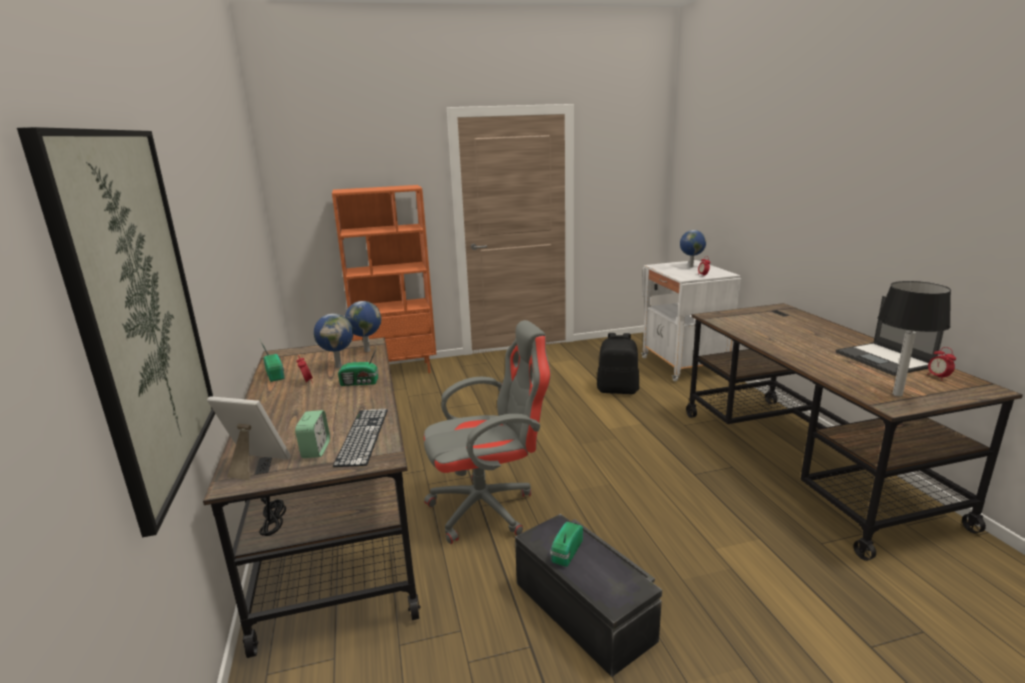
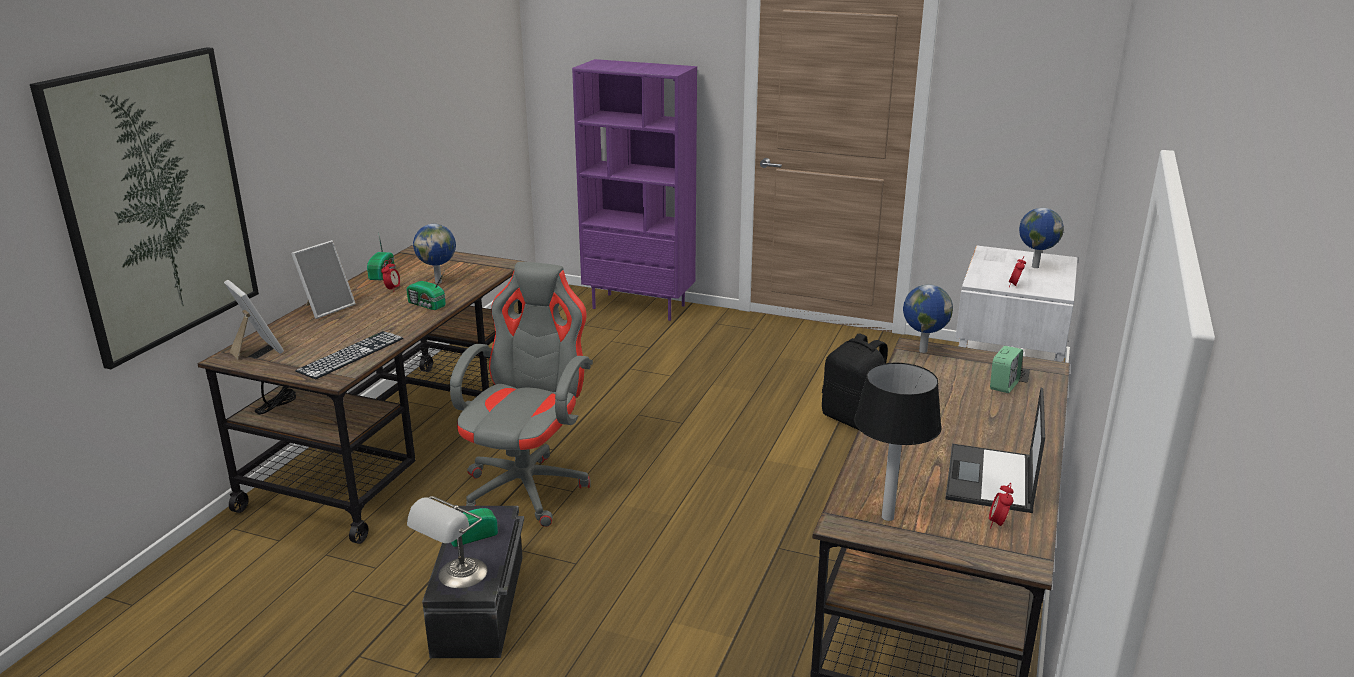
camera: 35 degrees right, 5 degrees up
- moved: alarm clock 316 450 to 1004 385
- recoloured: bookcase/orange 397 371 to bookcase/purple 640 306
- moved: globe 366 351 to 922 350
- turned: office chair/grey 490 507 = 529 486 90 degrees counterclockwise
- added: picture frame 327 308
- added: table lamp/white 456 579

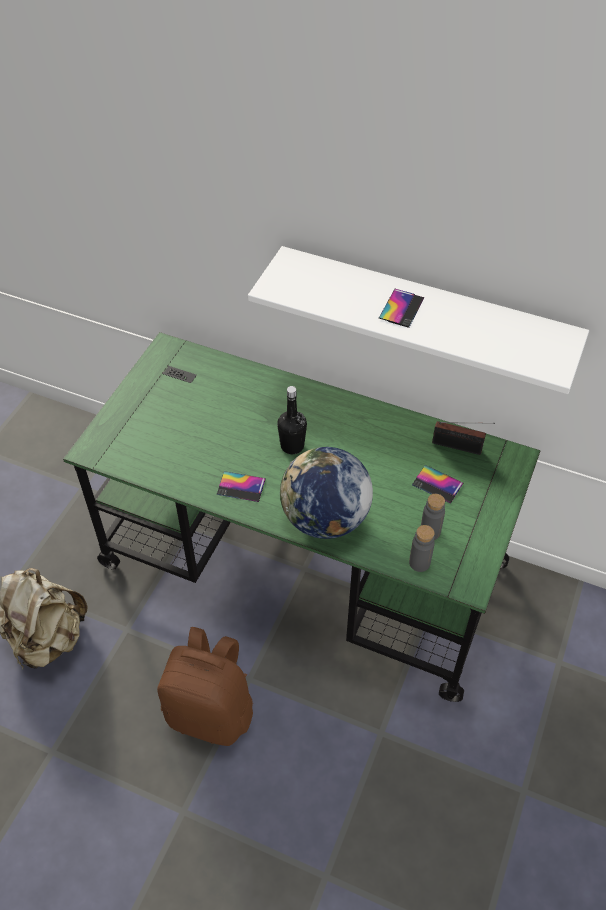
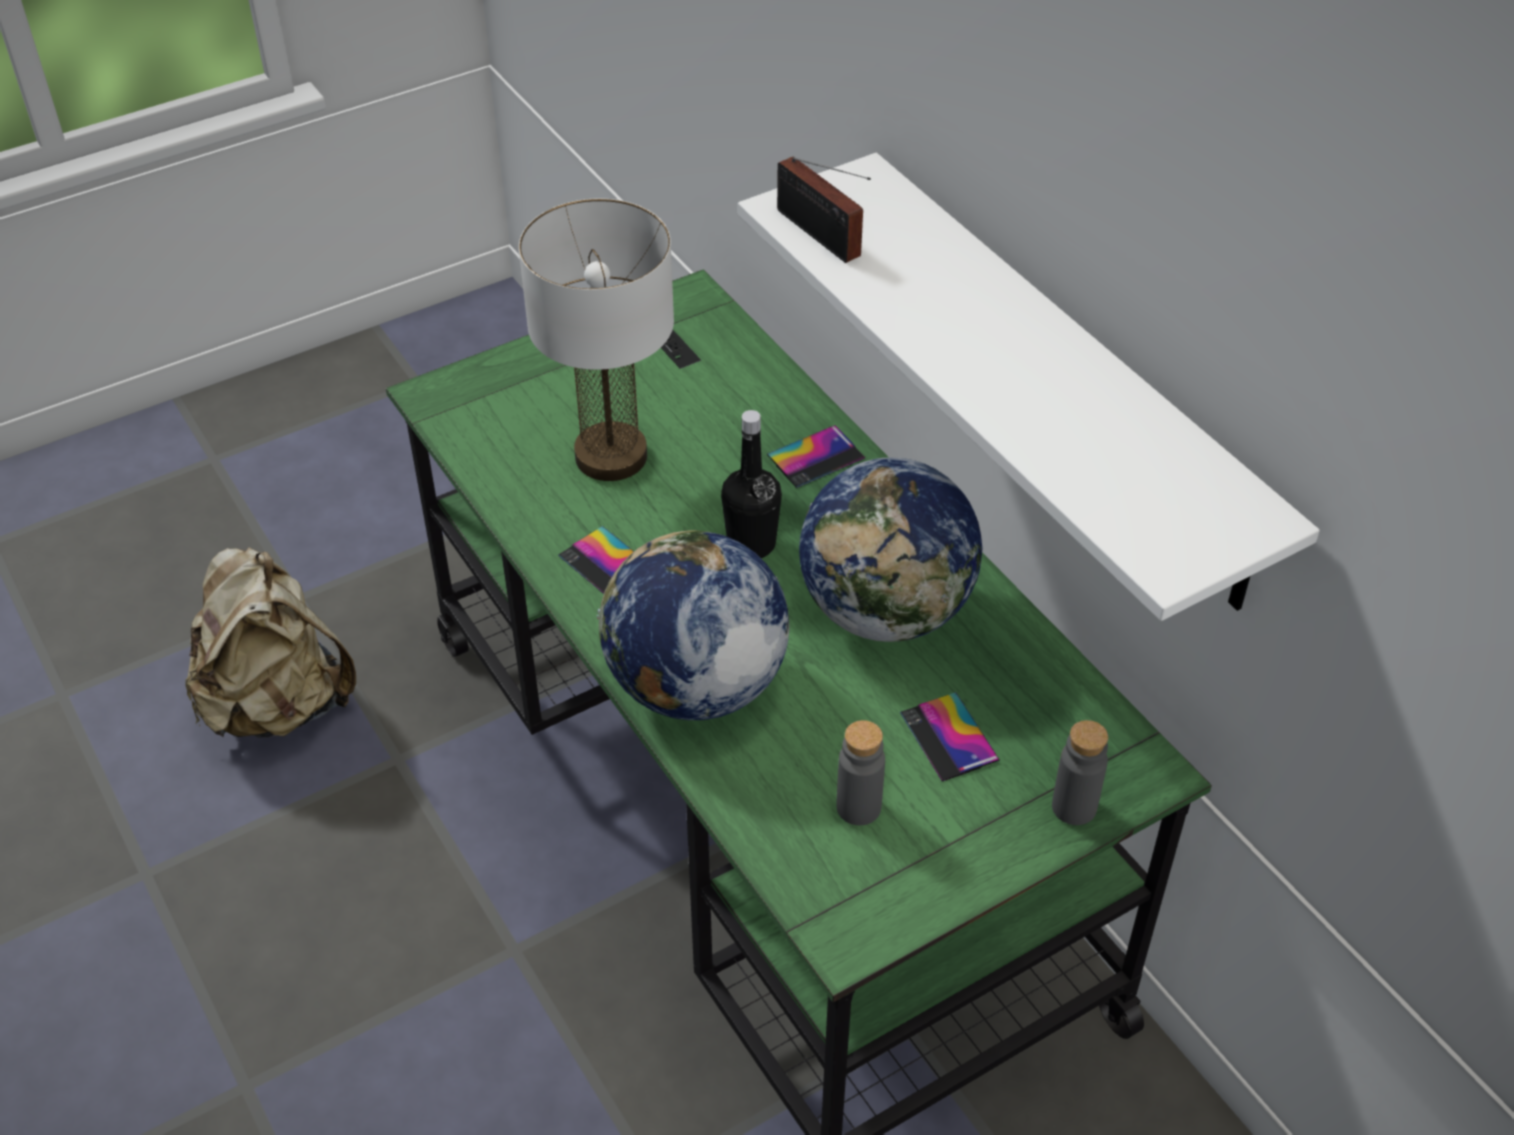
camera: 35 degrees right, 5 degrees down
- removed: backpack/brown 212 712
- moved: phone 401 308 to 815 457
- moved: bottle/grey 419 563 to 1074 807
- moved: radio 459 447 to 821 237
- added: table lamp 612 456
- added: globe 887 611

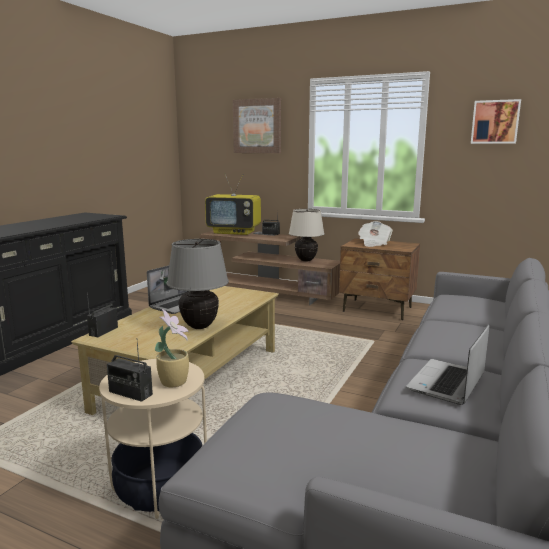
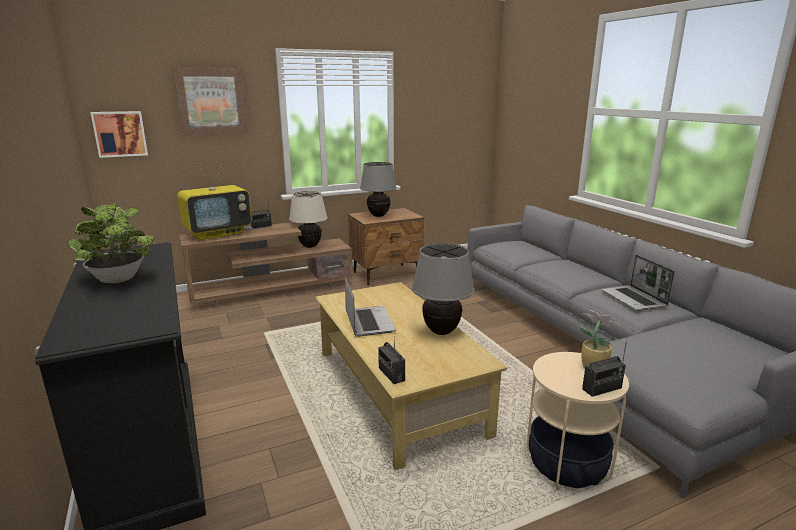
camera: 50 degrees left, 5 degrees up
- replaced: newspaper 374 243 to table lamp/grey 379 215
- moved: picture 495 122 to 120 134
- added: potted plant 119 280

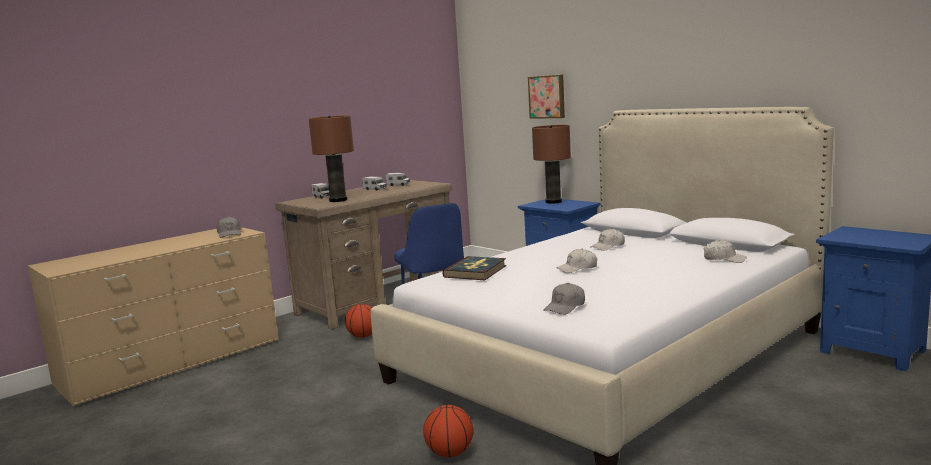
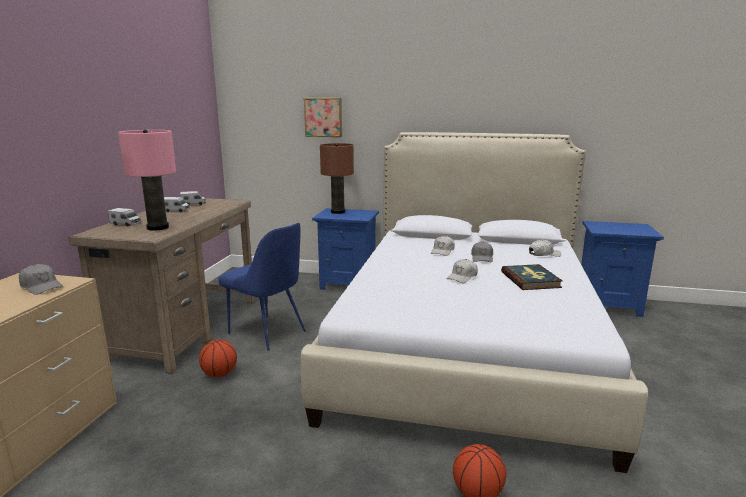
camera: 35 degrees left, 5 degrees up
- recoloured: table lamp/brown 338 200 to table lamp/pink 157 227
- moved: book 475 271 to 530 280
- moved: cap/grey 565 307 to 482 258

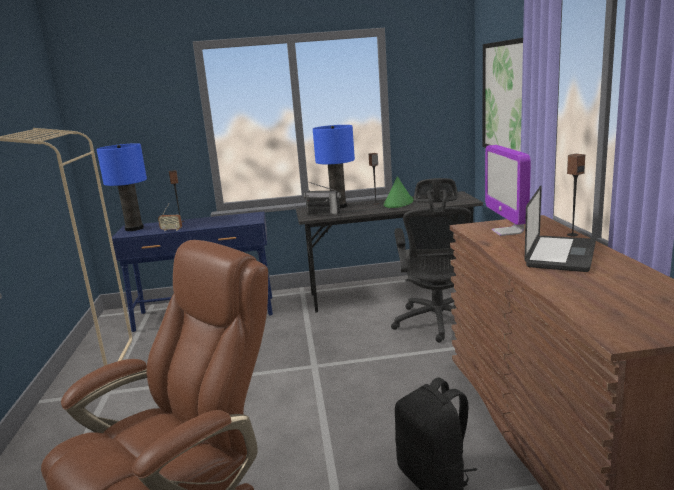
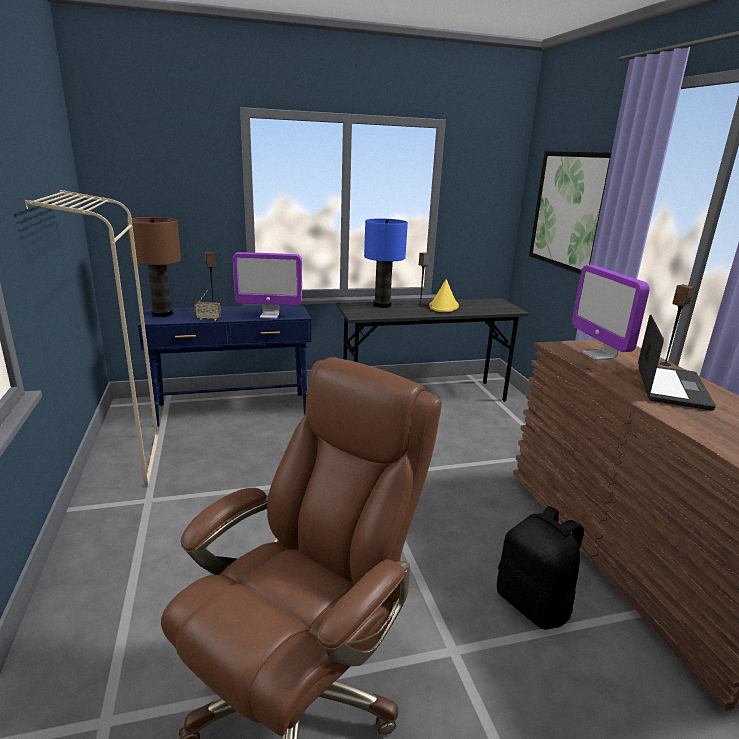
camera: 10 degrees left, 5 degrees up
- recoloured: table lamp/blue 134 228 to table lamp/brown 162 314
- removed: radio 323 213
- recoloured: hat/green 398 203 to hat/yellow 443 306
- removed: office chair 436 324
- added: monitor 269 316

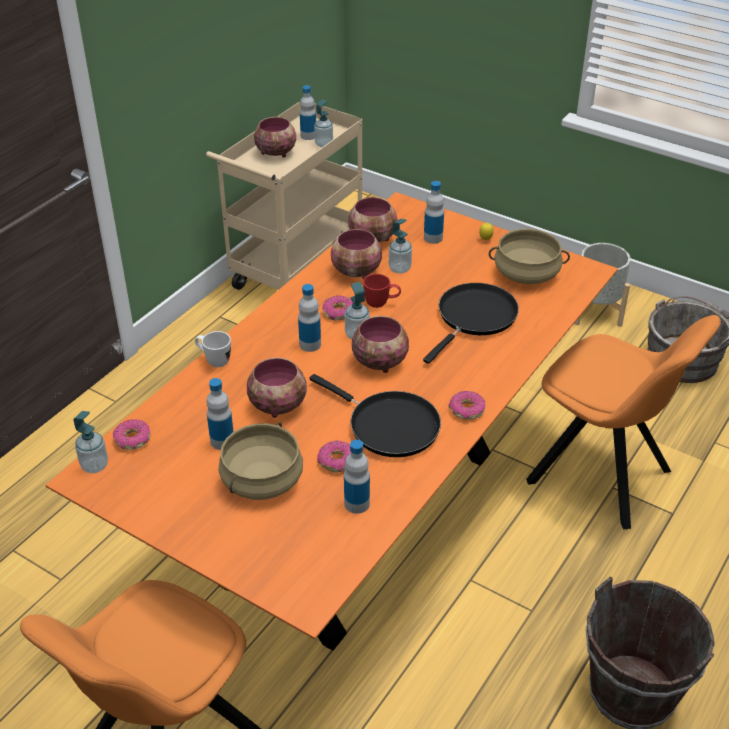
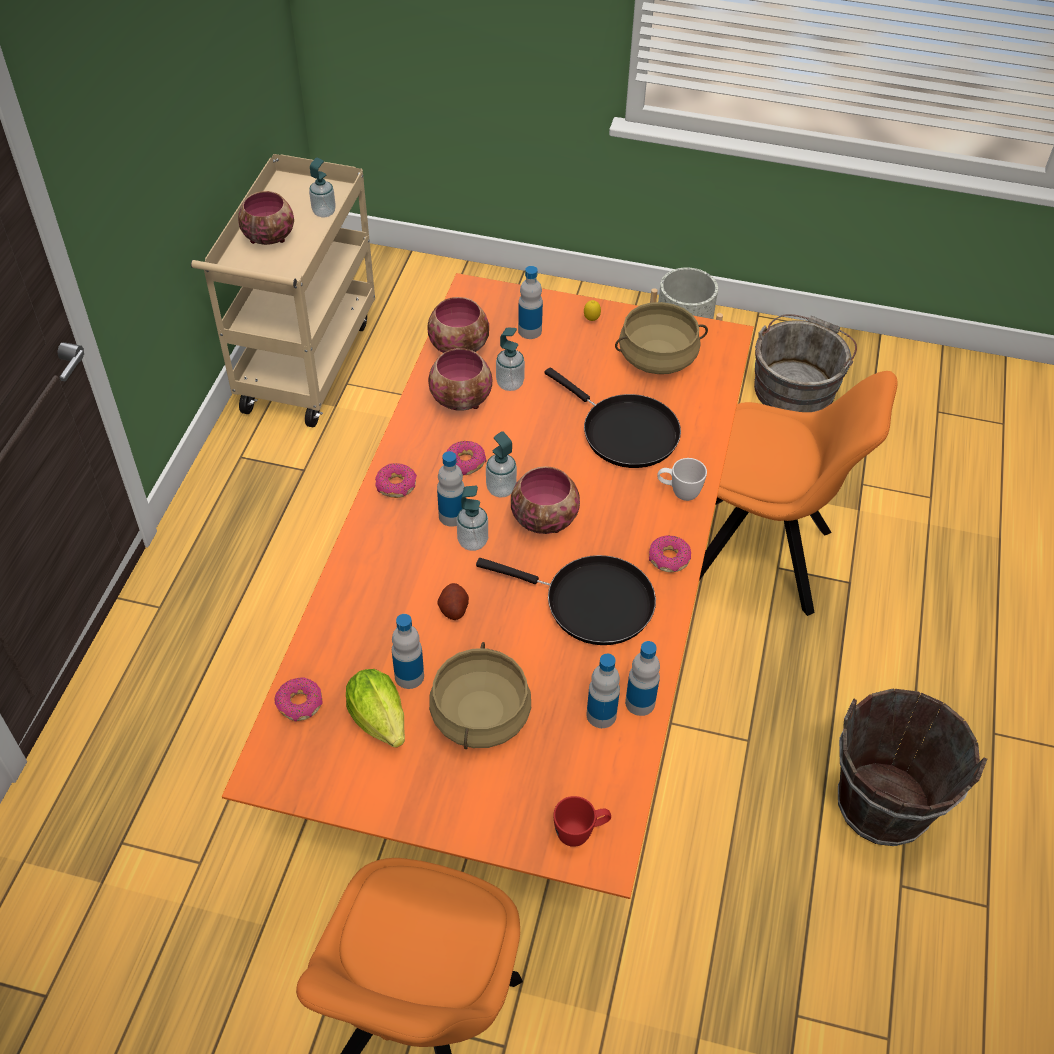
camera: 20 degrees left, 10 degrees up
- moved: soap dispenser 94 466 to 472 541
- moved: mug/white 214 360 to 679 492
- replaced: bowl 279 405 to potato 453 609
- moved: bottle 308 136 to 640 702
- moved: donut 337 461 to 396 486
- moved: mug/red 381 304 to 581 833
- turned: frying pan/black 474 318 = 624 432 120 degrees clockwise
- added: lettuce 381 724

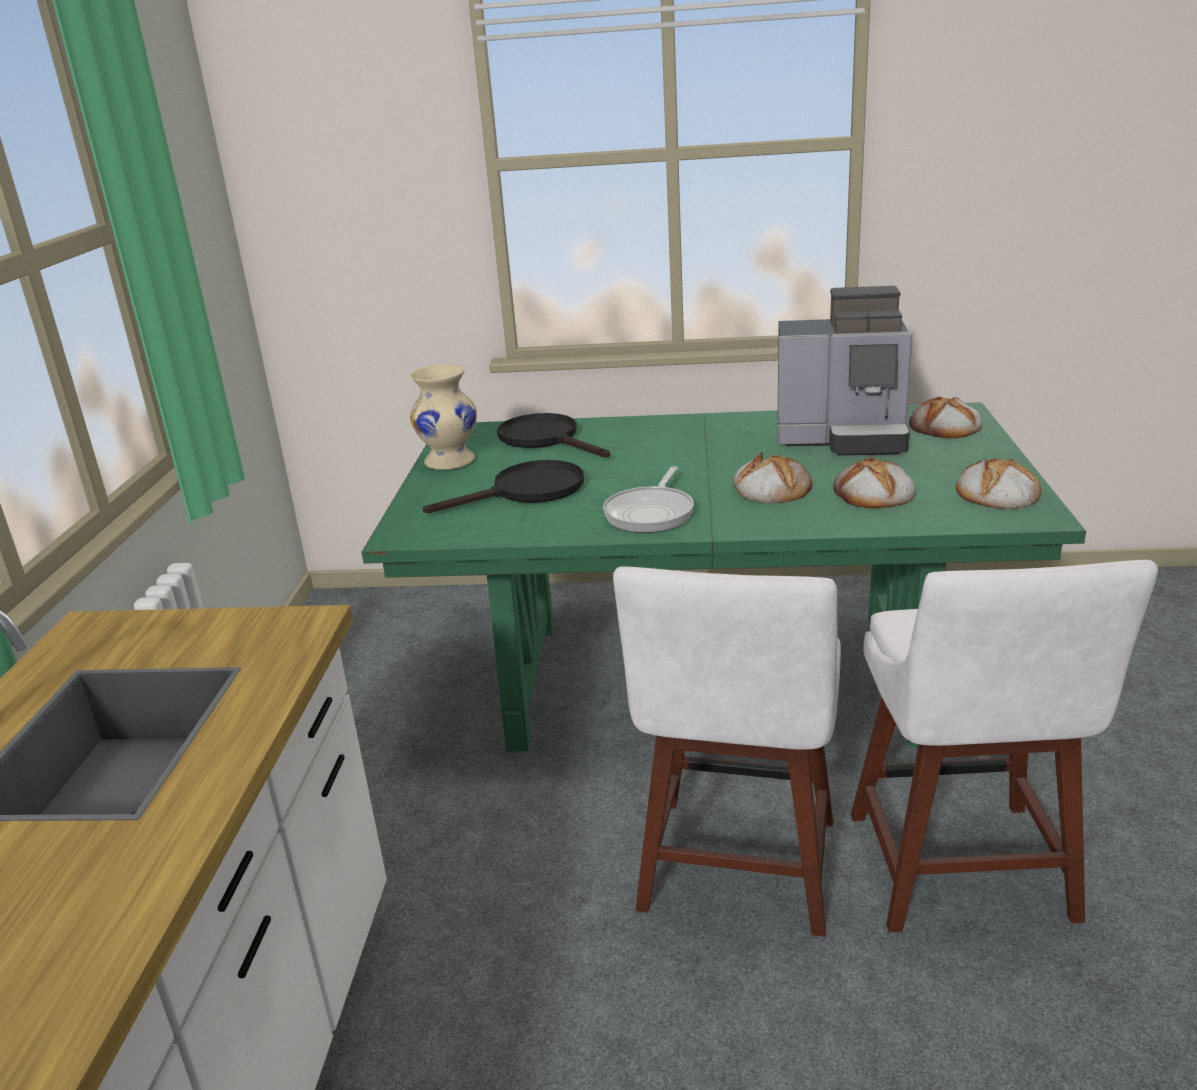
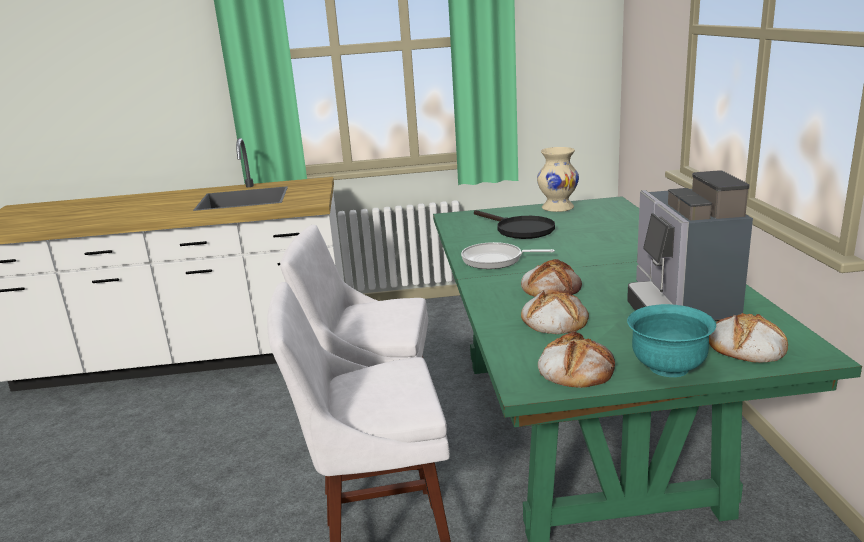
camera: 80 degrees right, 5 degrees down
- removed: frying pan/black 546 439
- added: bowl/turquoise 668 367

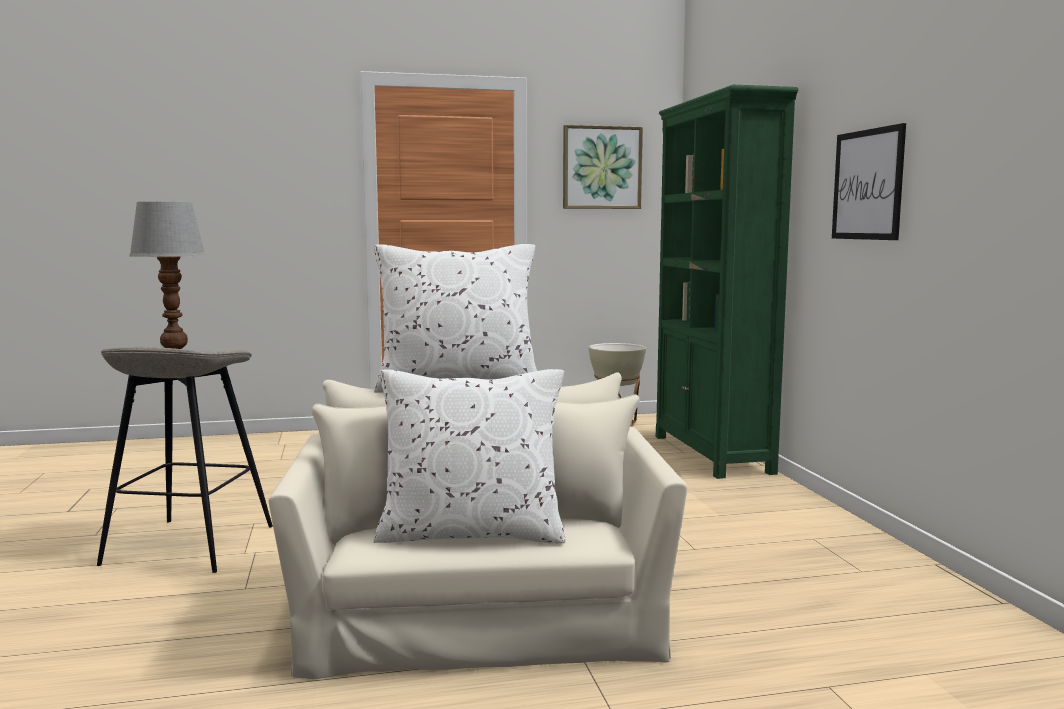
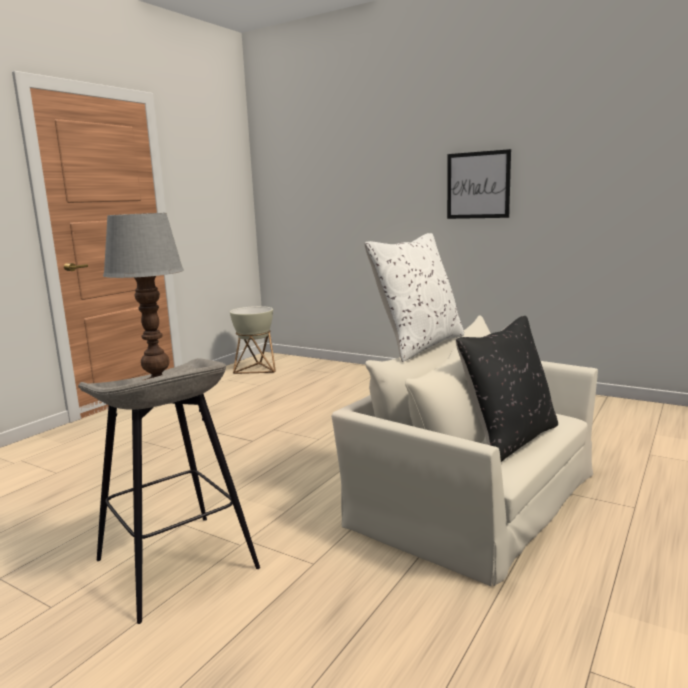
camera: 45 degrees left, 5 degrees up
- recoloured: pillow/white 471 533 to pillow/black 509 439
- removed: picture 601 168
- removed: bookcase/green 712 454

